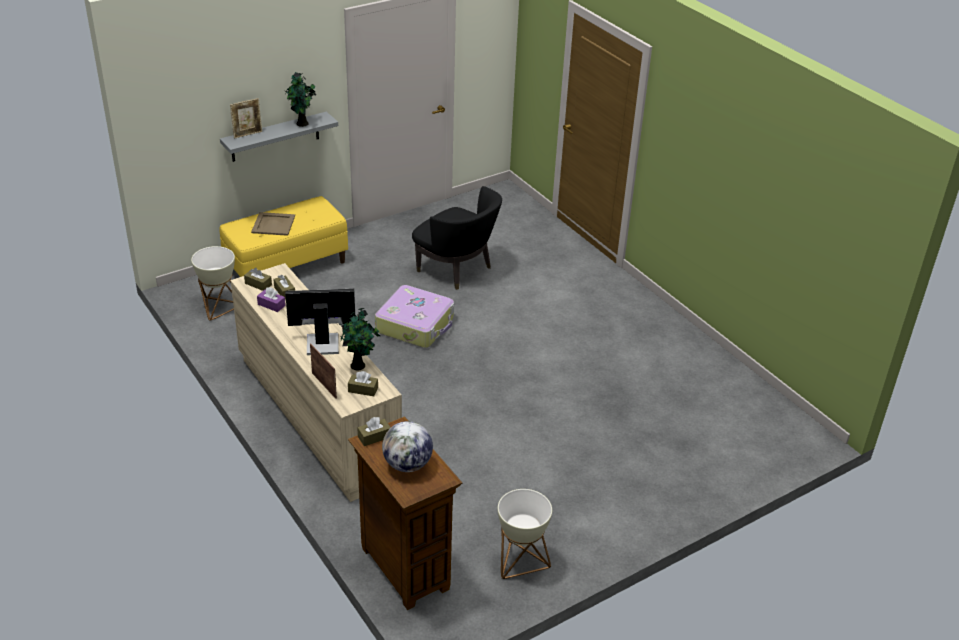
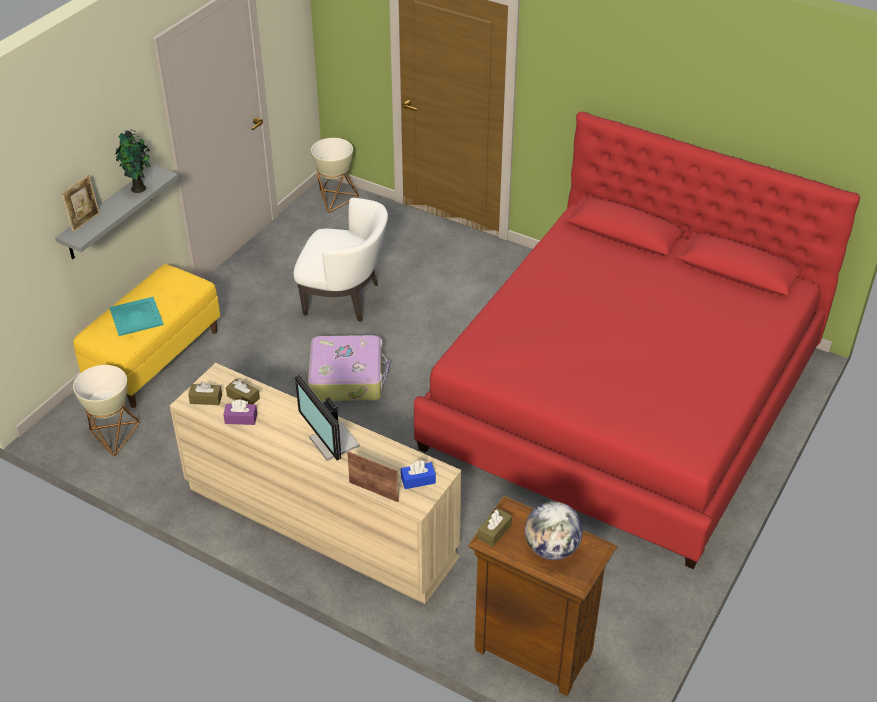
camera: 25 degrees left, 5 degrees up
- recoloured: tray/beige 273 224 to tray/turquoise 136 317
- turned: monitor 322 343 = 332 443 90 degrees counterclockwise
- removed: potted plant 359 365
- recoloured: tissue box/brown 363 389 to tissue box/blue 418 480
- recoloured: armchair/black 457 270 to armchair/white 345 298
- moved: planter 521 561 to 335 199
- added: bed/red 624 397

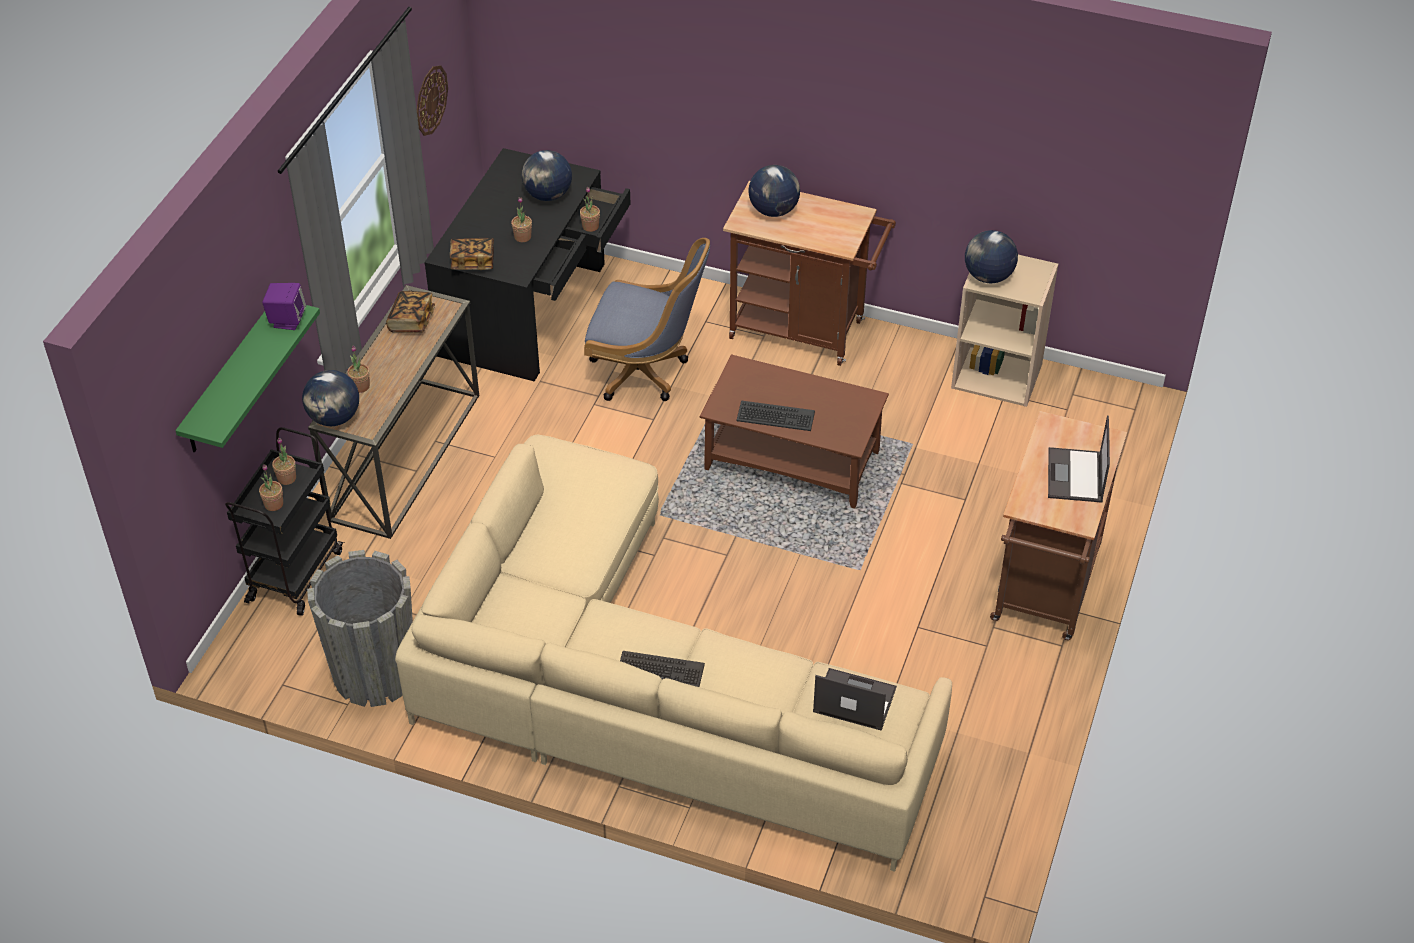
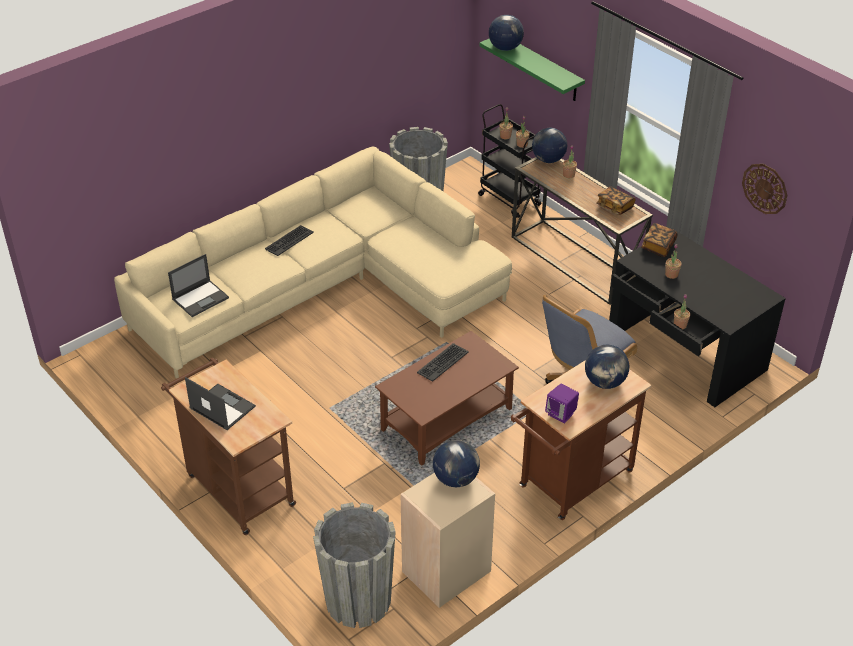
camera: 120 degrees right, 5 degrees down
- moved: speaker/purple 287 320 to 561 414
- moved: globe 547 195 to 505 48
- added: planter/grey 358 600

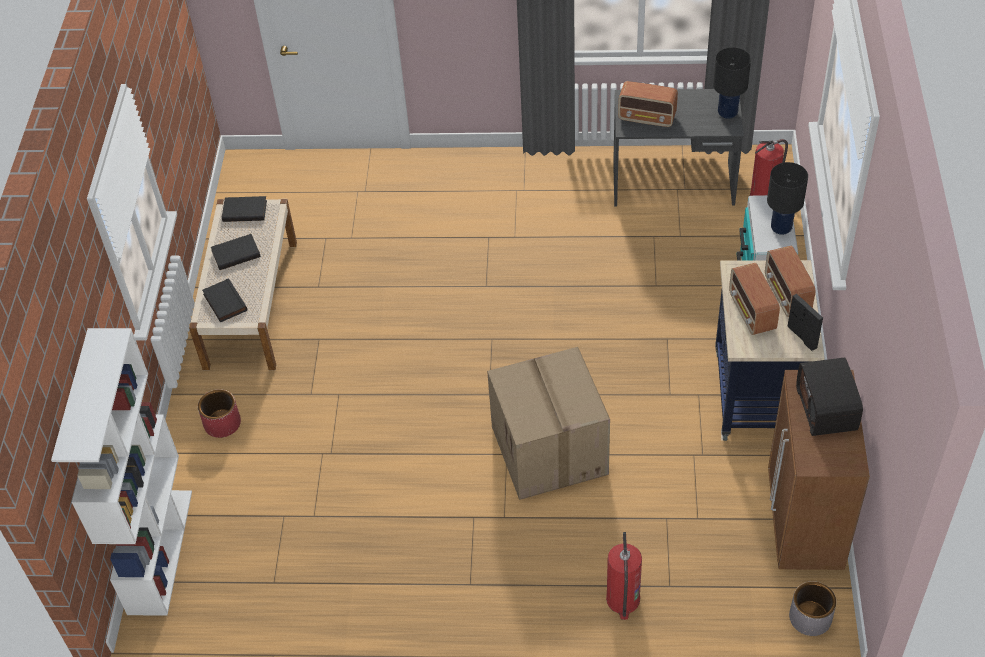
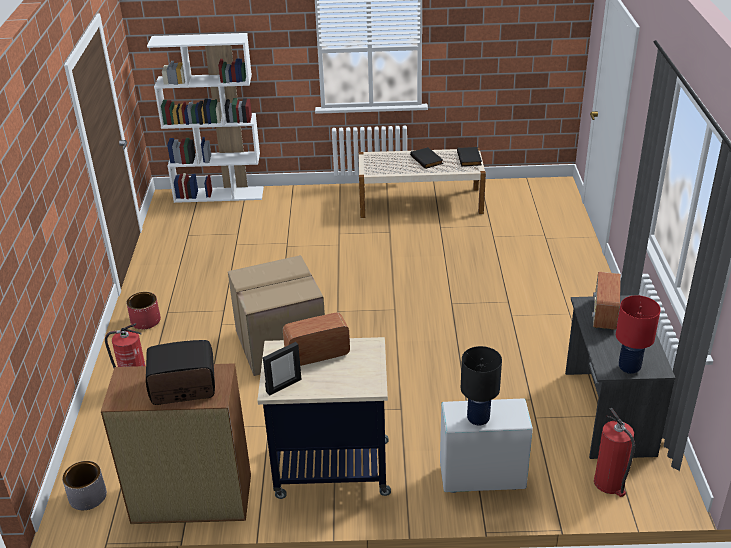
camera: 85 degrees right, 15 degrees down
- moved: planter/red 222 423 to 145 321
- removed: book/black 224 302
- recoloured: table lamp/black 727 114 to table lamp/red 628 368
- removed: radio 787 295

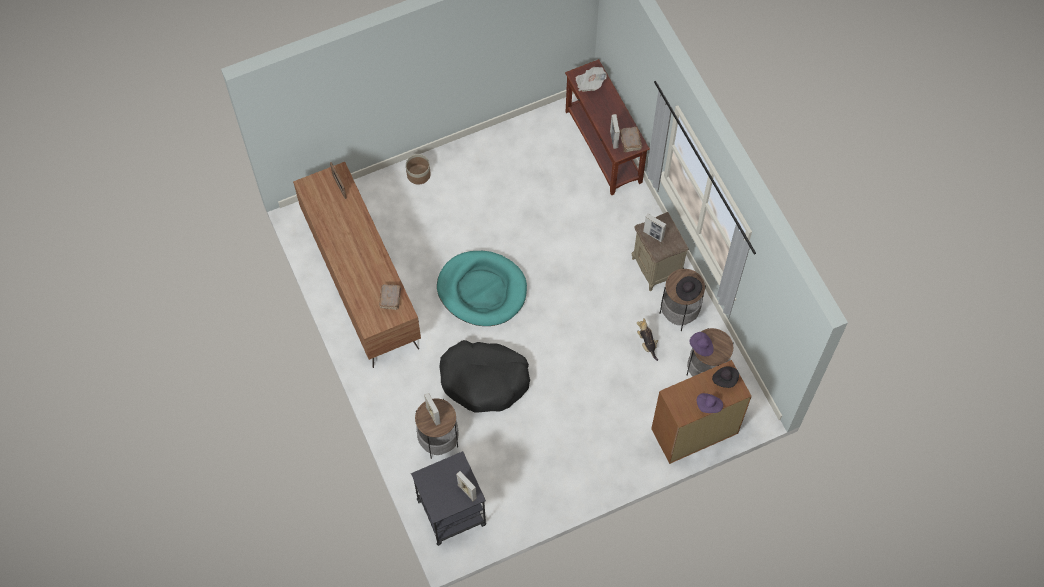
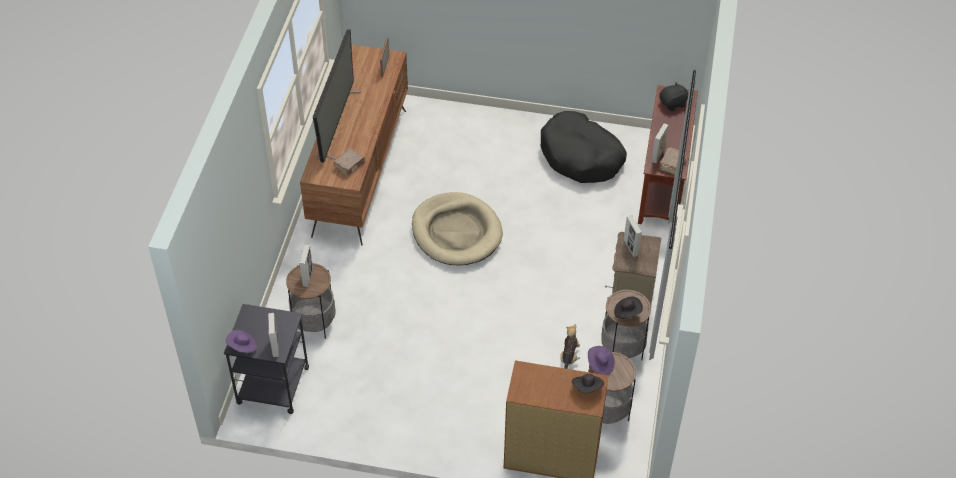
camera: 35 degrees right, 15 degrees down
- removed: planter 418 174
- recoloured: dog bed/turquoise 482 290 to dog bed/beige 456 232
- moved: dog bed/black 484 380 to 581 156
- replaced: newspaper 590 83 to plush toy/black 673 104
- moved: hat/purple 709 406 to 243 347
- added: television 337 124

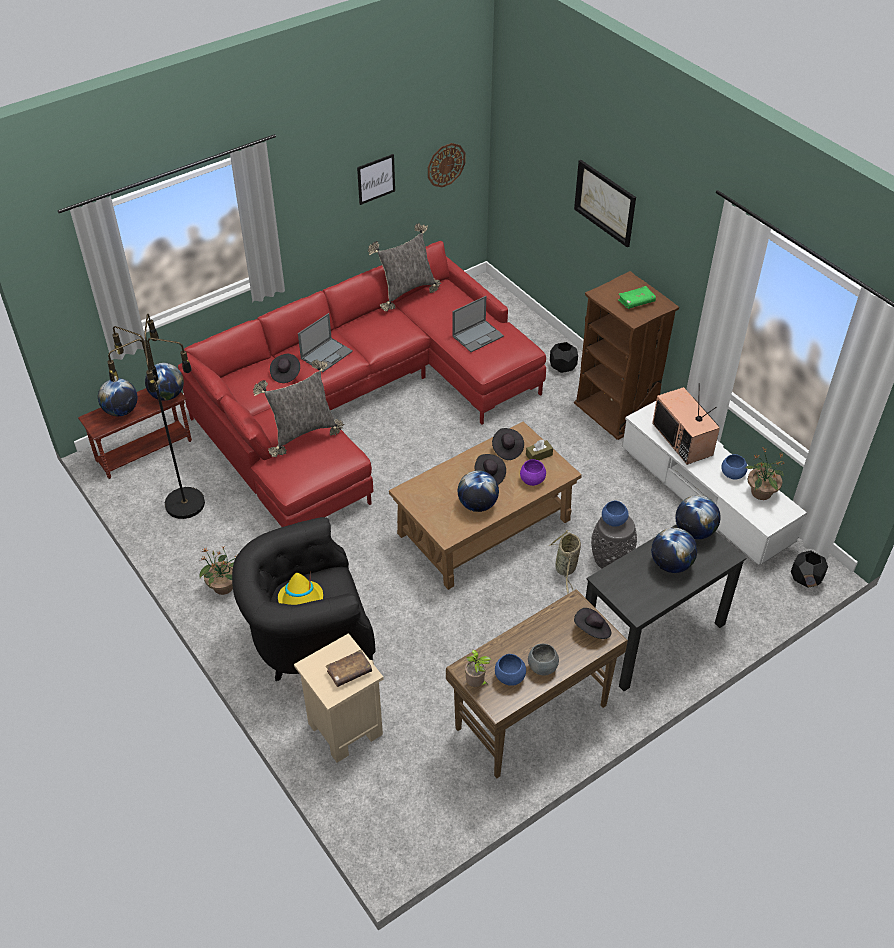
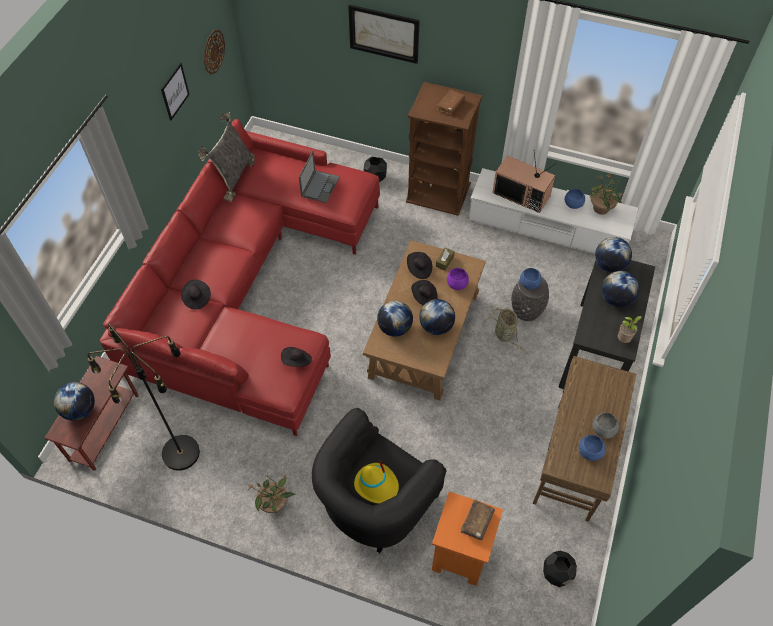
camera: 35 degrees left, 10 degrees up
- moved: globe 167 395 to 394 328
- removed: pillow 302 437
- recoloured: nightstand/beige 346 727 to nightstand/orange 460 554
- removed: laptop 327 354
- moved: potted plant 476 684 to 624 340
- moved: hat/black 592 630 to 297 361
- recoloured: book/green 636 302 to book/brown 450 105
- moved: planter/black 806 579 to 557 573

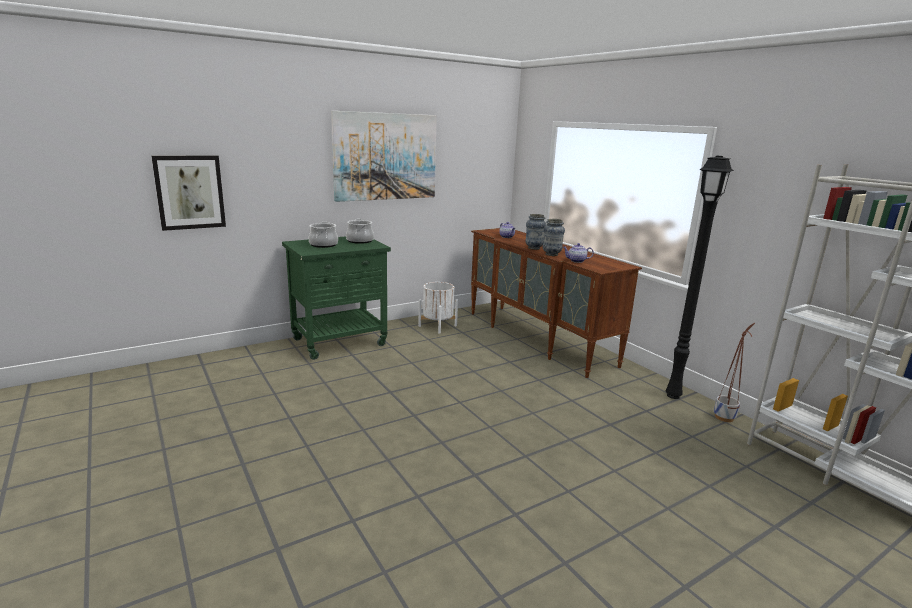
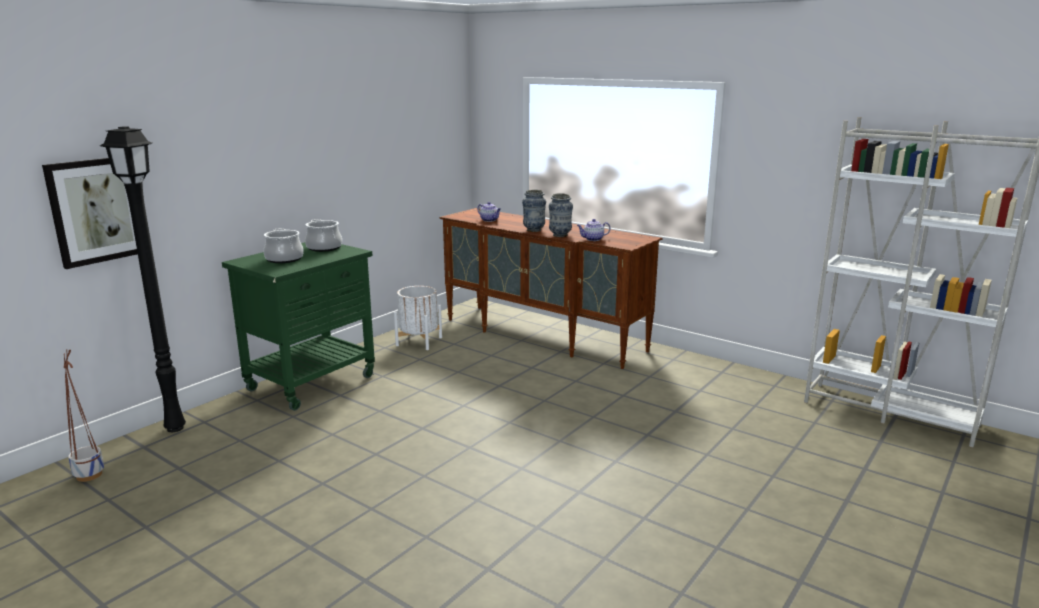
camera: 20 degrees left, 0 degrees up
- removed: picture 385 157
- moved: floor lamp/black 671 396 to 173 429
- moved: planter 724 417 to 89 475

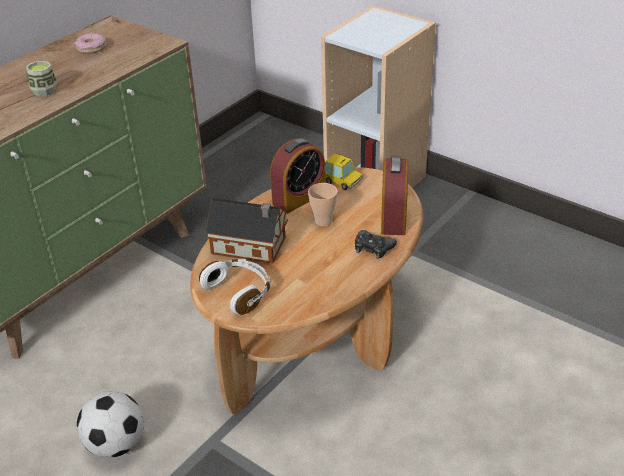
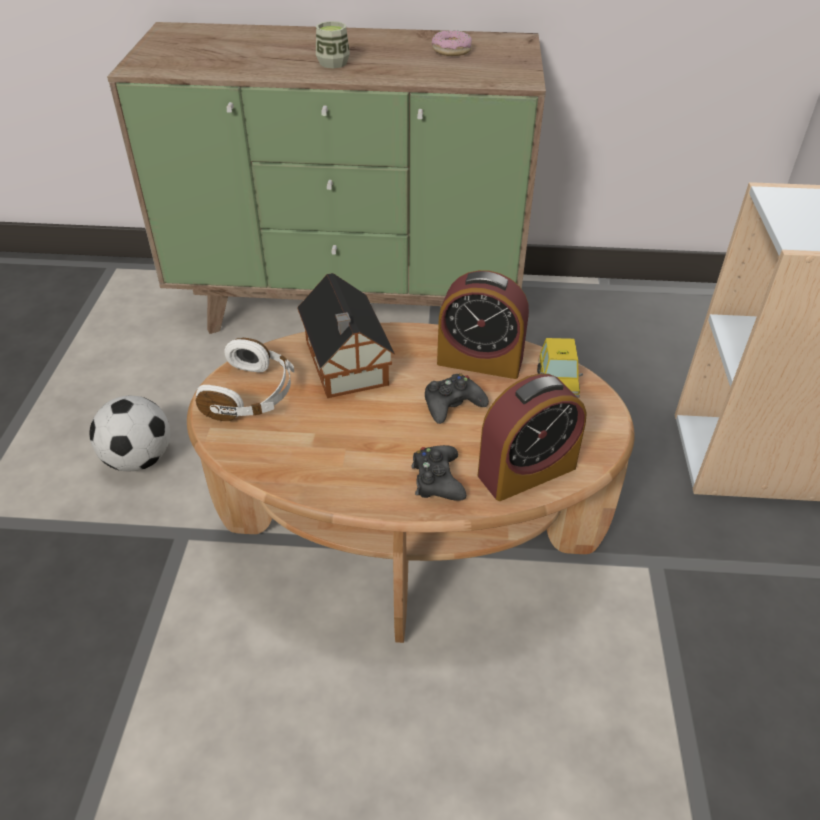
camera: 55 degrees right, 5 degrees up
- replaced: cup 323 221 to game controller/black 452 404

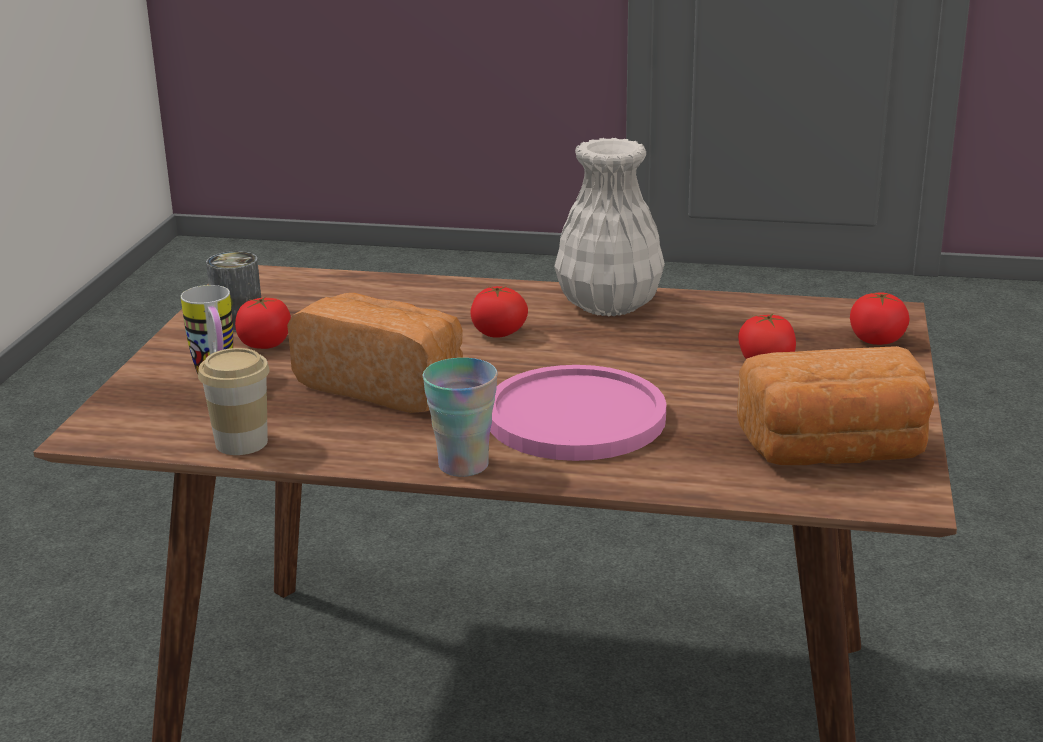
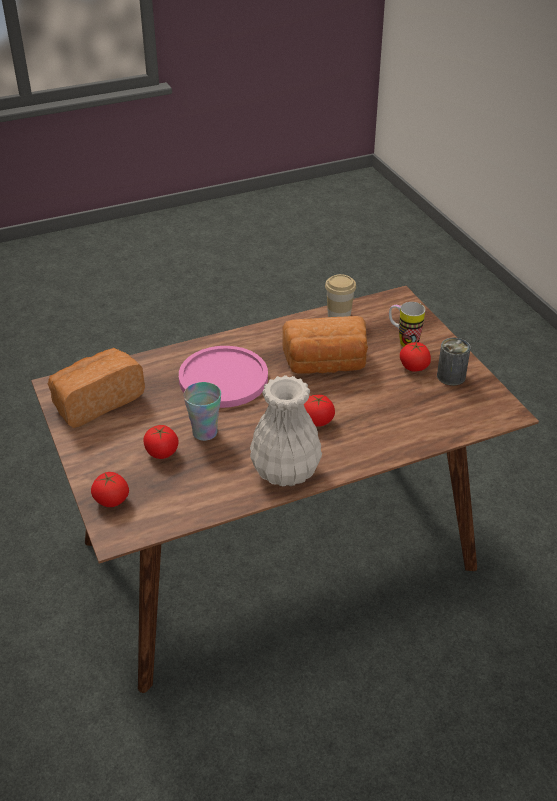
camera: 145 degrees right, 15 degrees up
- moved: cup 463 465 to 205 432

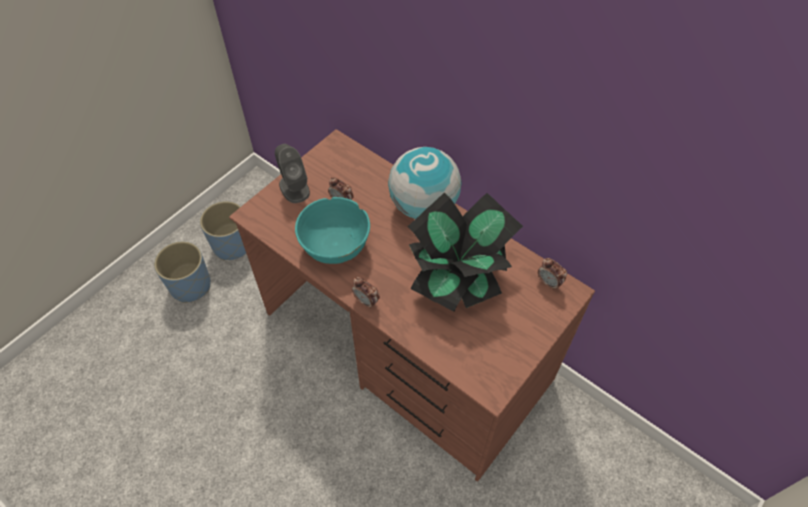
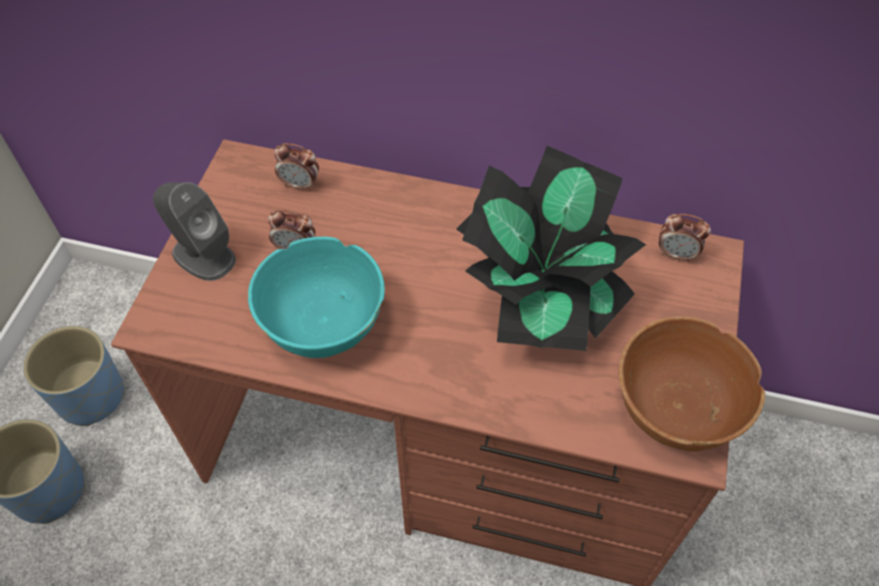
camera: 25 degrees left, 0 degrees up
- moved: alarm clock 366 301 to 300 184
- removed: globe 424 206
- added: bowl/brown 676 407

